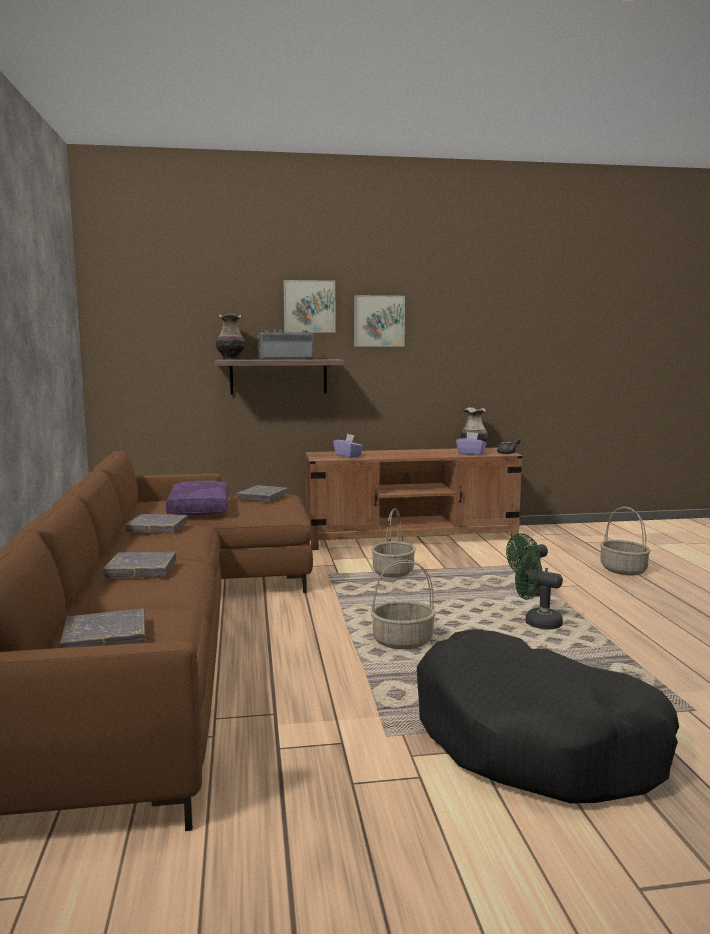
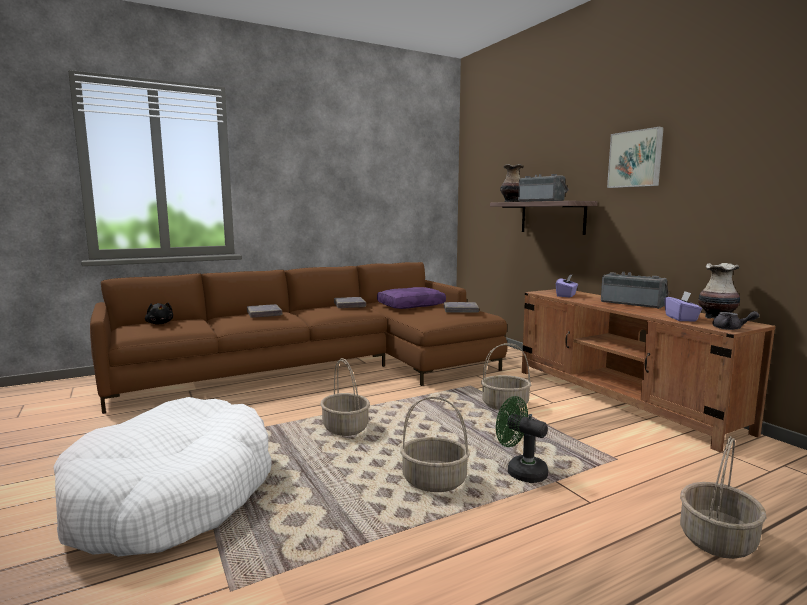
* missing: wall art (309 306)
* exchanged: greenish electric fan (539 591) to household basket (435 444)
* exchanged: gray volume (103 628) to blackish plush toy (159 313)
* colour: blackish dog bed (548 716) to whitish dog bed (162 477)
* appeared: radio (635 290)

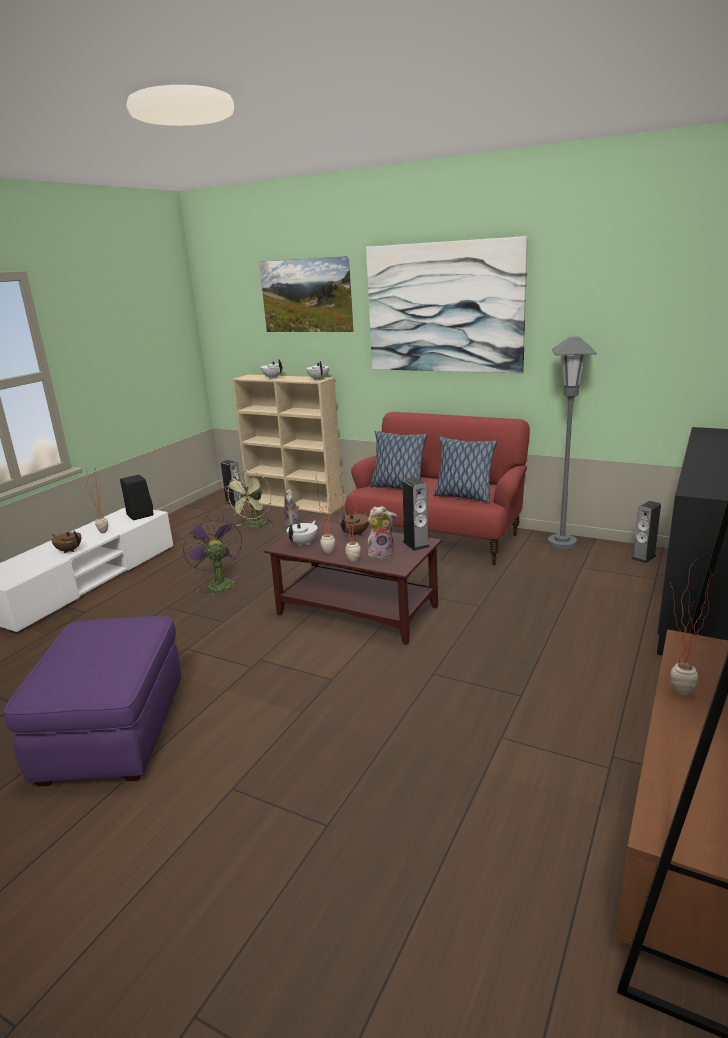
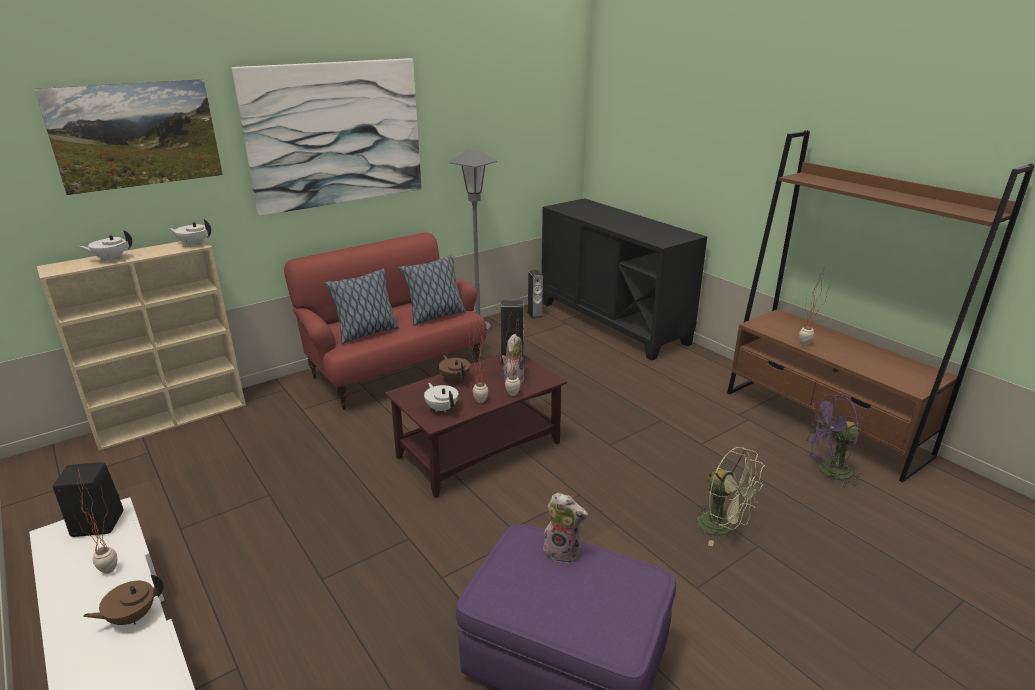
* missing: audio speaker (231 483)
* relocated: greenish electric fan (249 499) to (730 496)
* relocated: plush toy (291 507) to (565 528)
* relocated: purple electric fan (211 556) to (834 441)

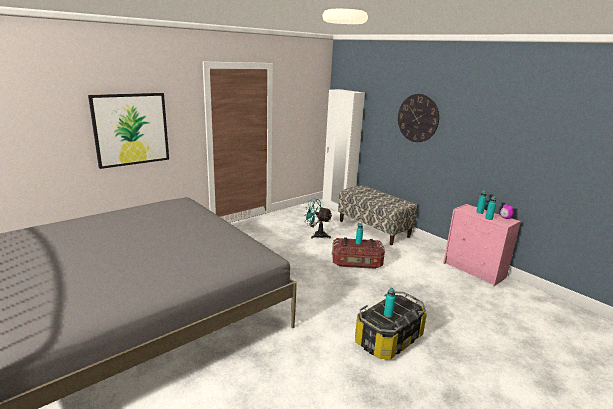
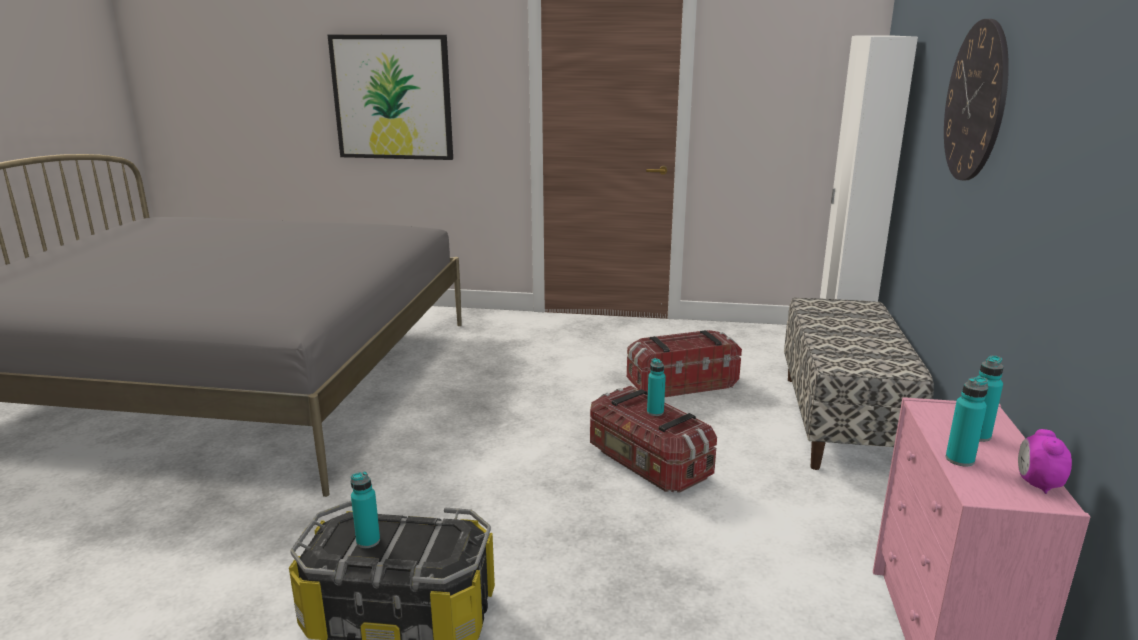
* exchanged: turquoise electric fan (318 218) to storage bin (684 363)

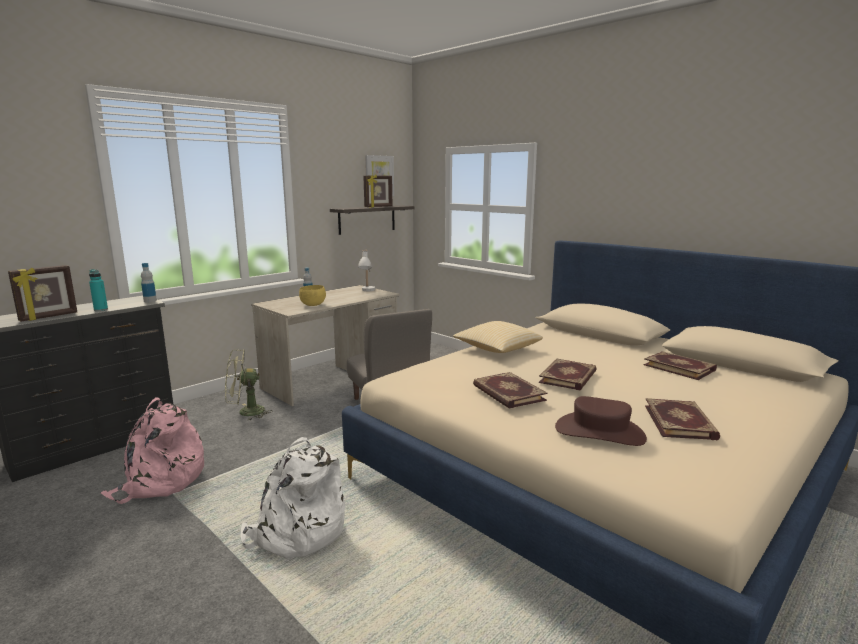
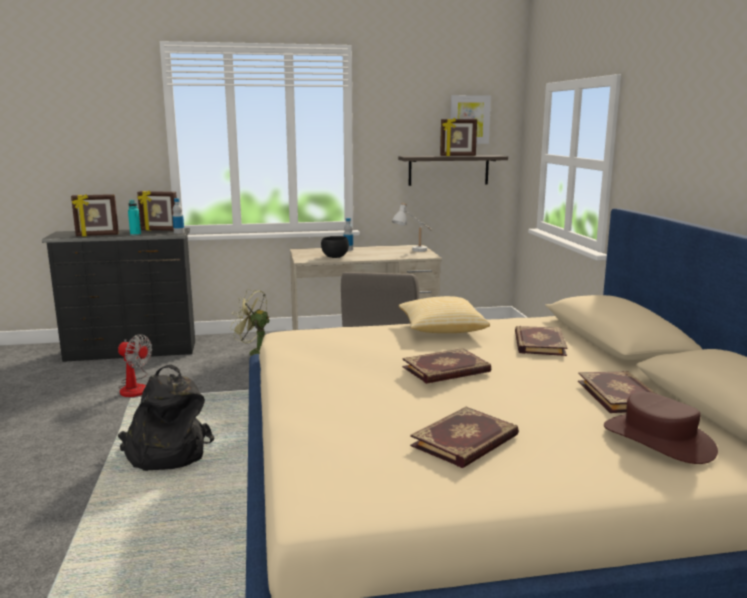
* colour: yellow deep dish (312 295) to blackish deep dish (335 247)
* relocated: volume (510 390) to (541 341)
* relocated: brownish wearable hat (601 421) to (661 428)
* exchanged: pinkish backpack (152 450) to electric fan (135 365)
* colour: whitish backpack (293 498) to blackish backpack (166 418)
* appeared: picture frame (157 211)

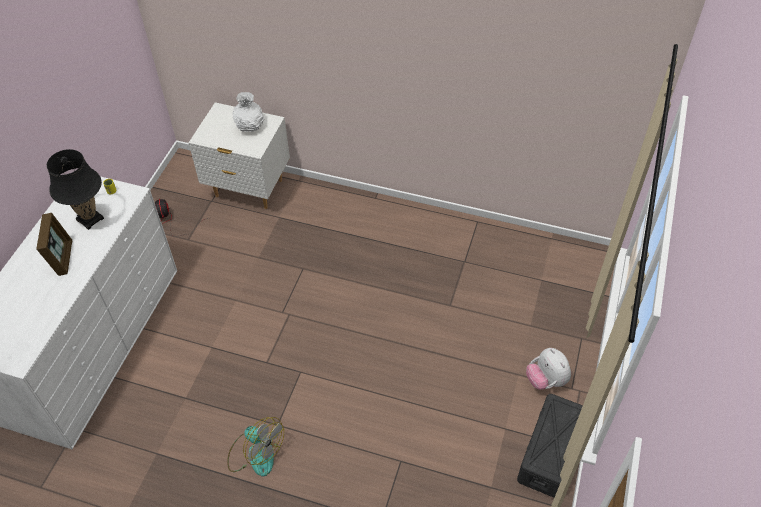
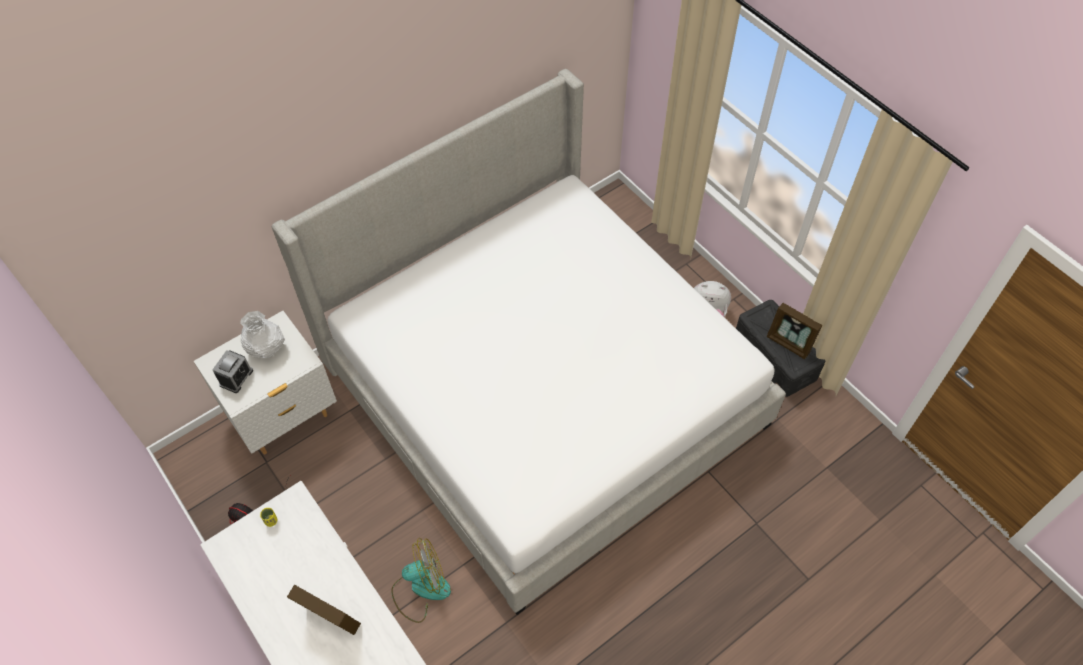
* missing: blackish tabletop lamp (75 189)
* relocated: electric fan (255 446) to (421 580)
* appeared: sleeping bed (529 342)
* appeared: picture frame (794 331)
* appeared: bedside clock (232 371)

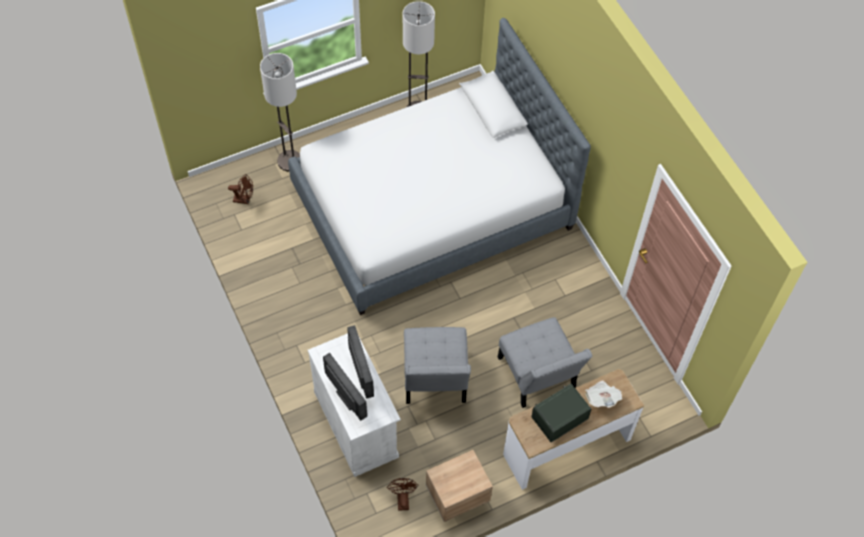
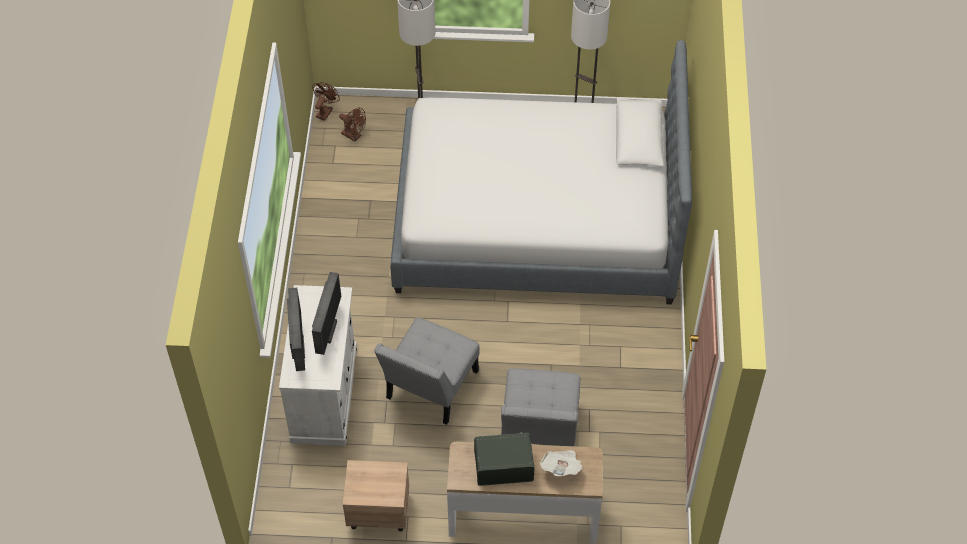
* relocated: brownish electric fan (403 494) to (326 101)

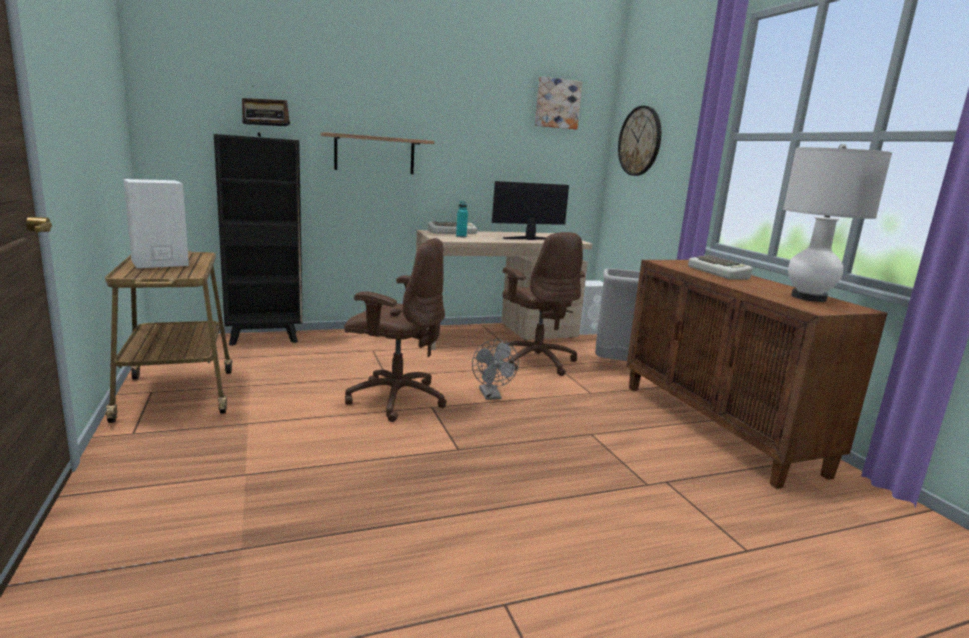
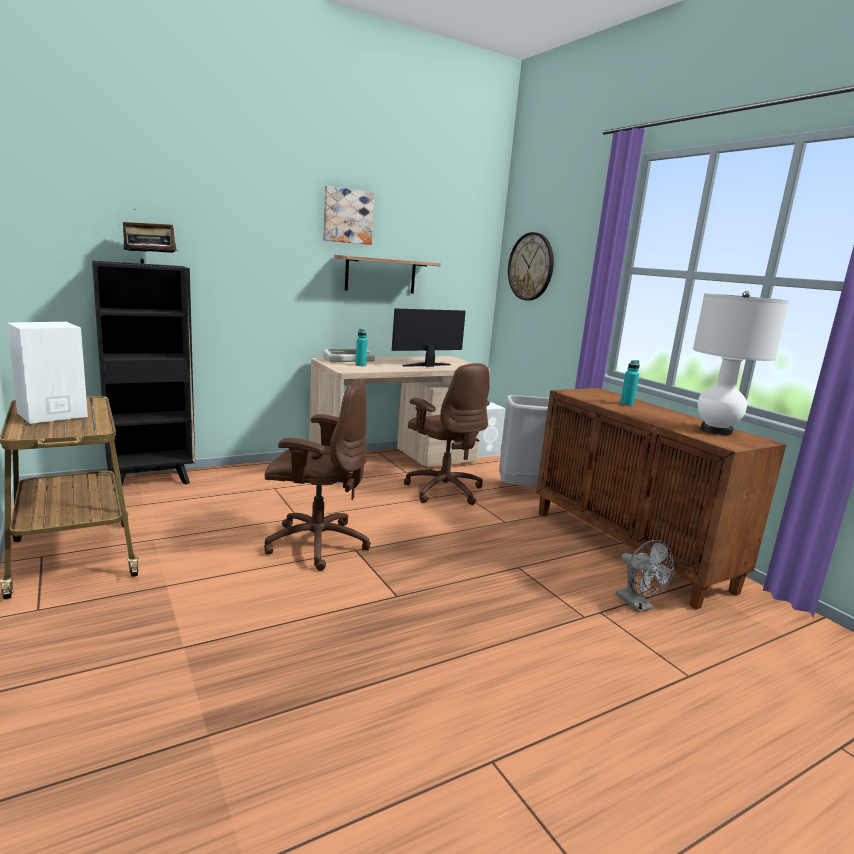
* relocated: wall art (558 103) to (349 215)
* relocated: wall shelf (378 153) to (387 274)
* exchanged: computer keyboard (720 267) to turquoise bottle (630 383)
* relocated: gray electric fan (495 369) to (645 576)

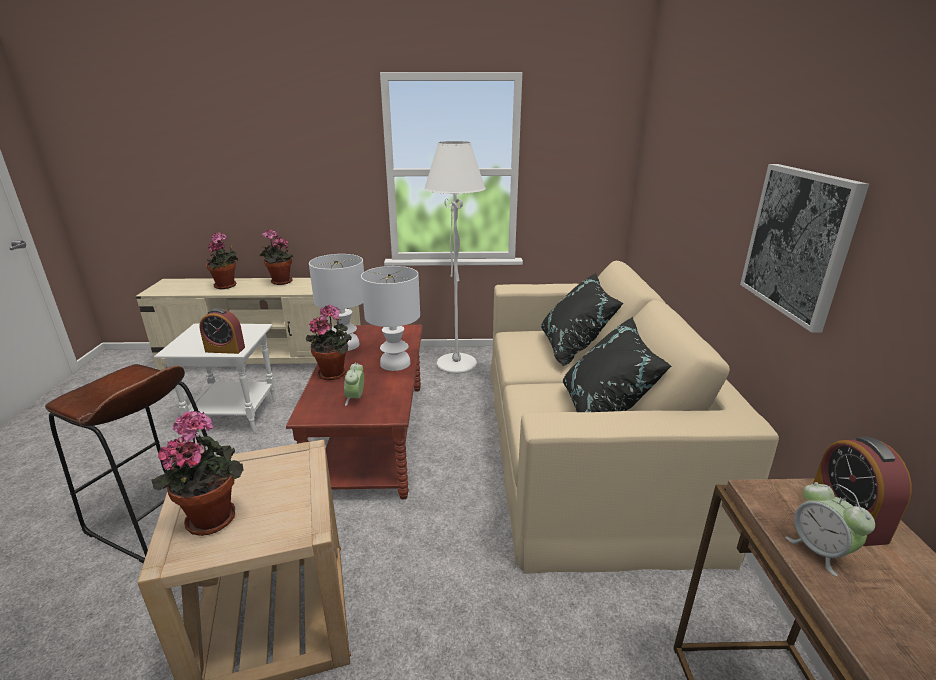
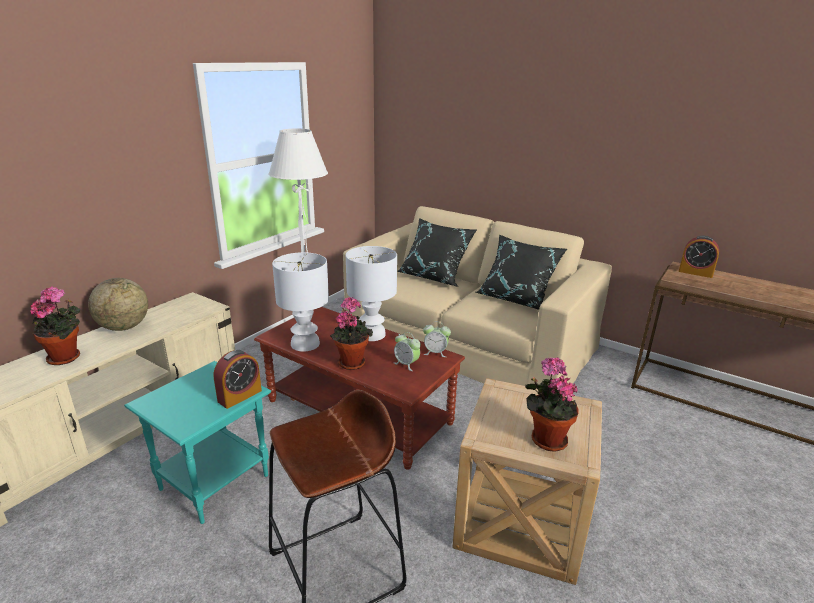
* missing: wall art (804 248)
* exchanged: houseplant (276 257) to desk globe (118 304)
* colour: whitish accent table (215 378) to turquoise accent table (197 442)
* relocated: bedside clock (830 529) to (437 339)

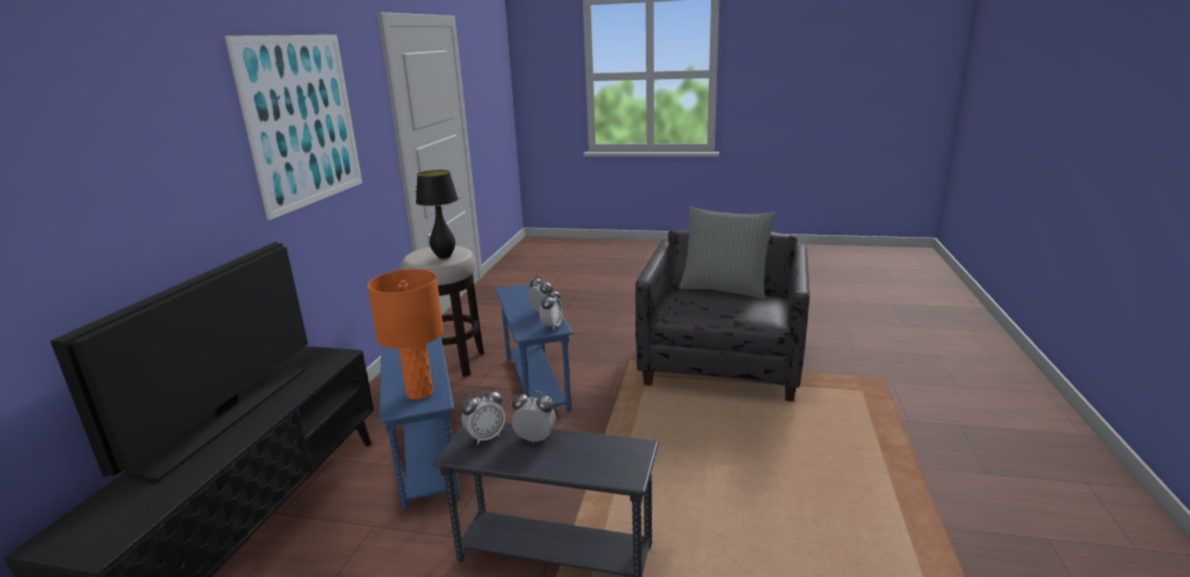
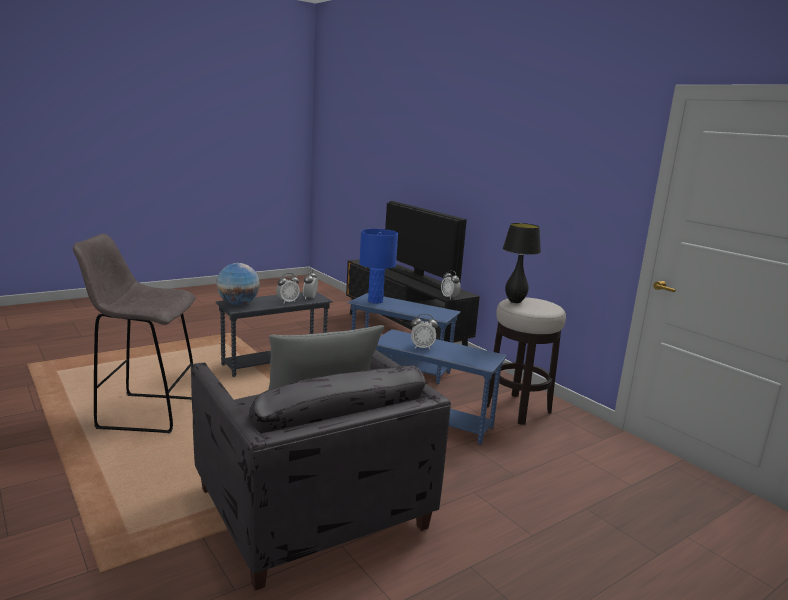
* missing: wall art (293 127)
* colour: orangey tabletop lamp (405 334) to blue tabletop lamp (378 266)
* relocated: bedside clock (550 309) to (451 285)
* appeared: gray stool (134 333)
* appeared: desk globe (238 284)

